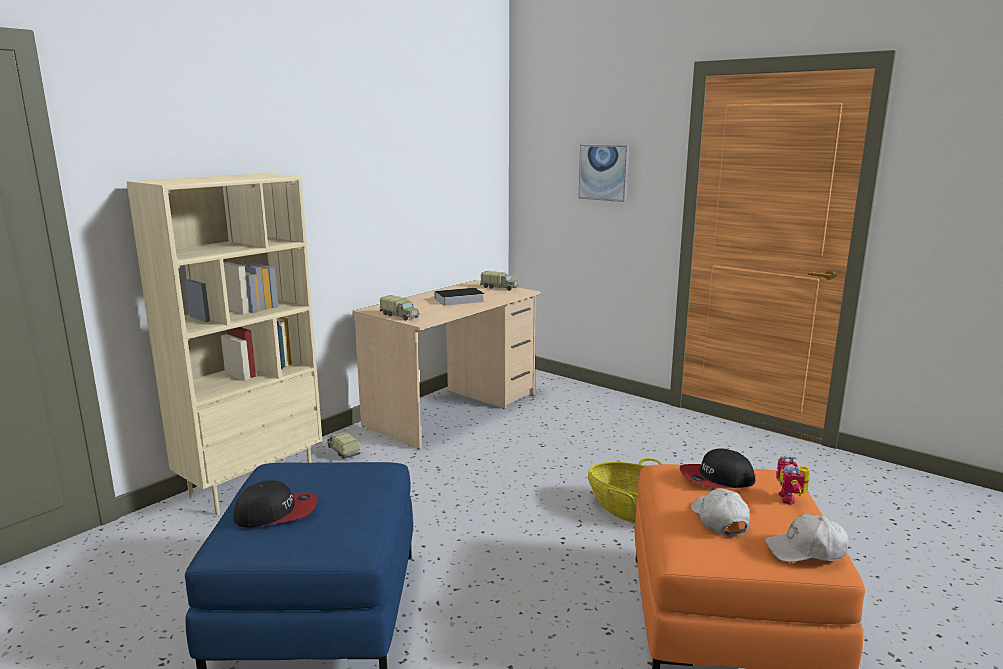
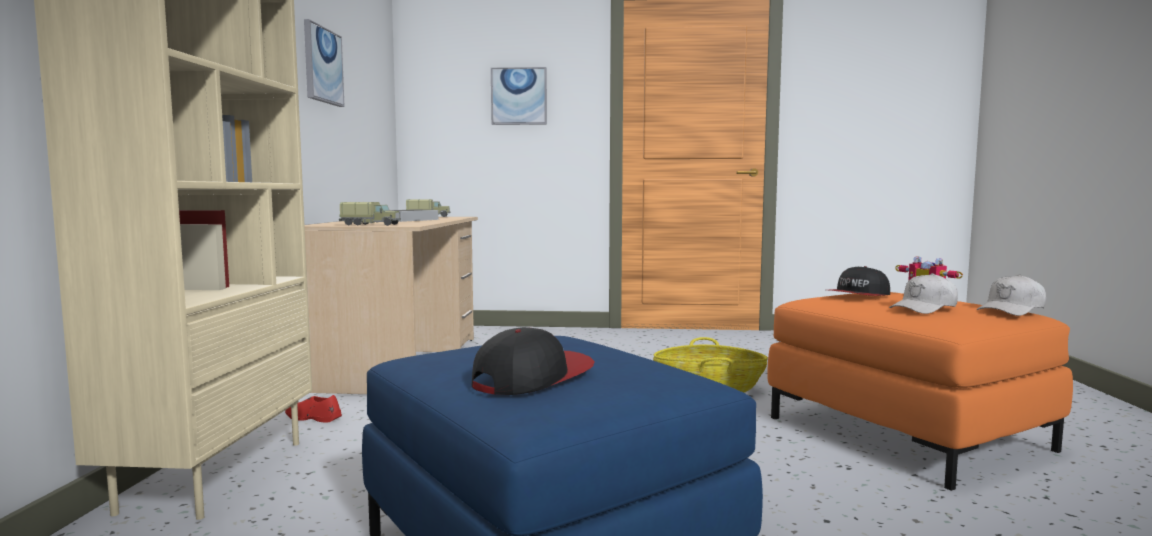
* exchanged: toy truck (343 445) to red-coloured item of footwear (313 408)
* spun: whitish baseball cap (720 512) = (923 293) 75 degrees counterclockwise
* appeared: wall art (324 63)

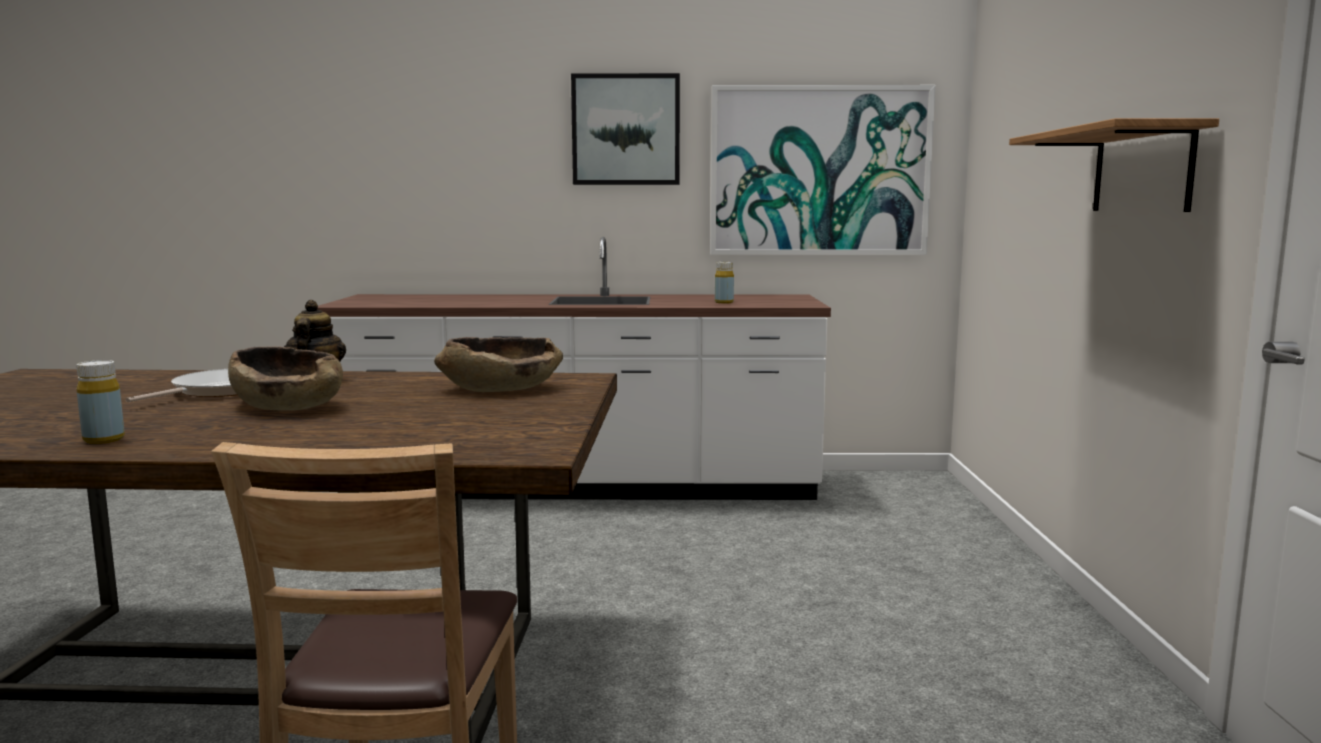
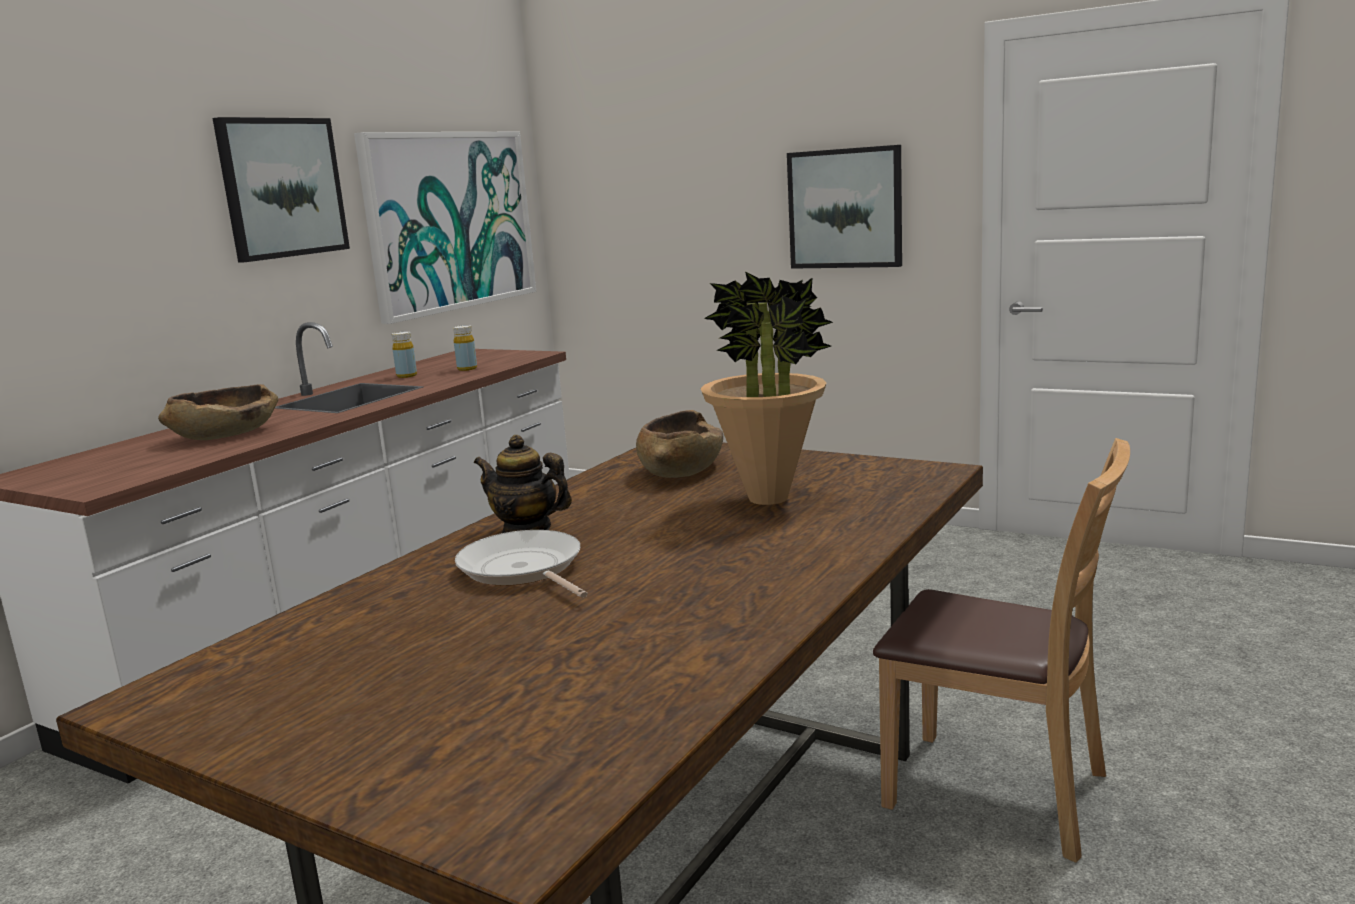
* exchanged: wall shelf (1114 165) to wall art (844 207)
* relocated: brownish deep dish (285 379) to (218 412)
* relocated: yellow bottle (100 402) to (404 355)
* appeared: houseplant (766 388)

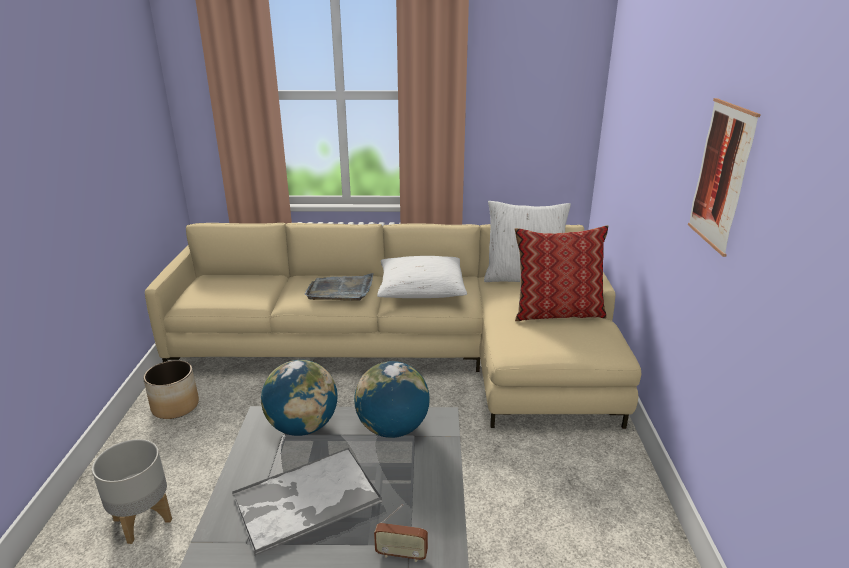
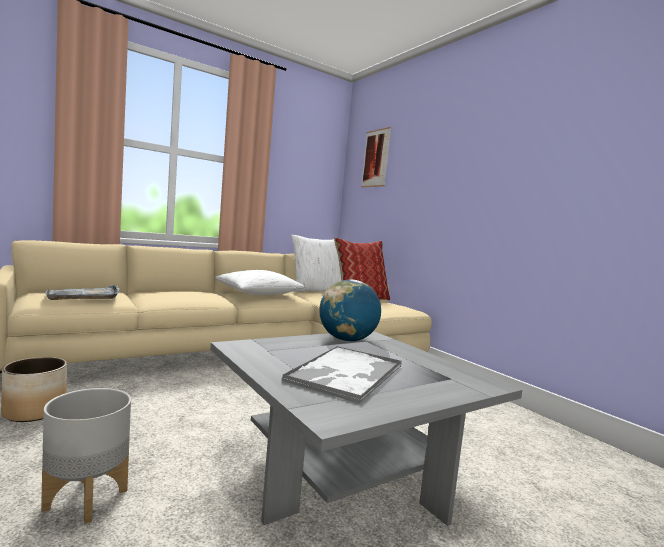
* relocated: wall art (724 177) to (376 157)
* relocated: gray carrying tray (339 287) to (82 292)
* missing: desk globe (299 398)
* missing: radio (401 533)

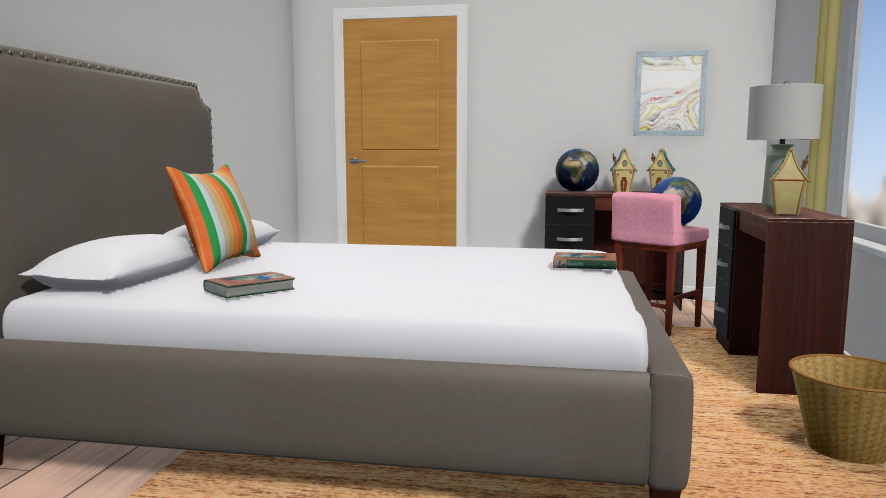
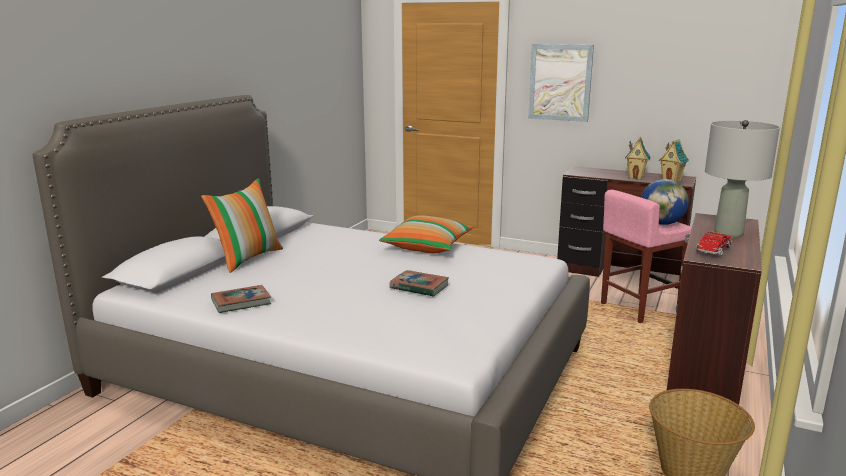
* relocated: wall art (671 93) to (561 83)
* exchanged: toy house (789 181) to toy truck (714 243)
* missing: desk globe (577 170)
* relocated: volume (585 261) to (419 283)
* appeared: cushion (426 234)

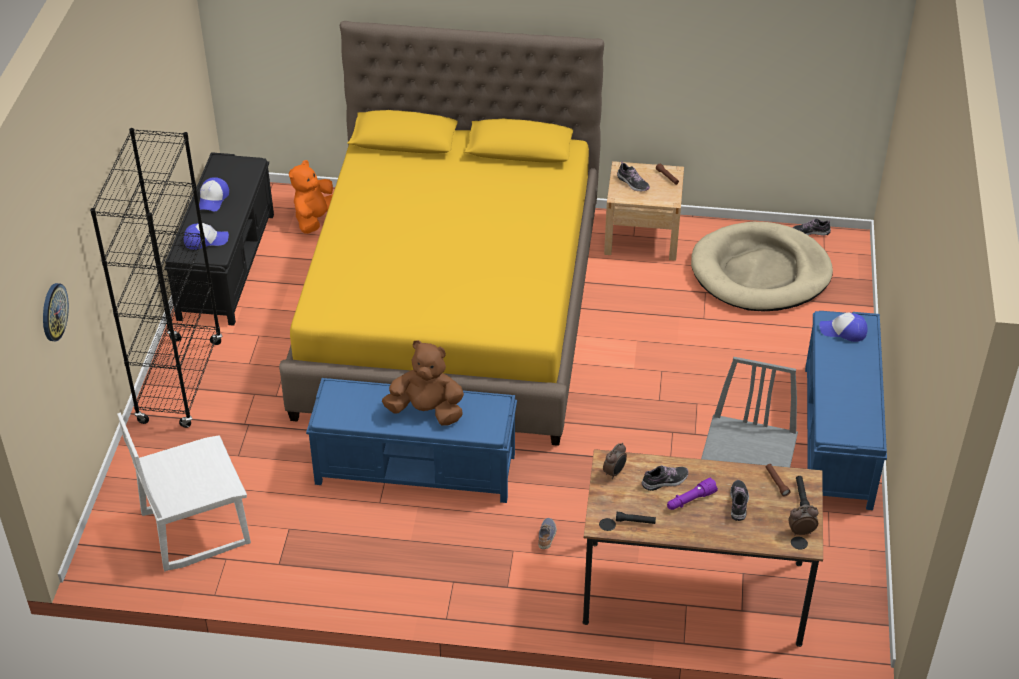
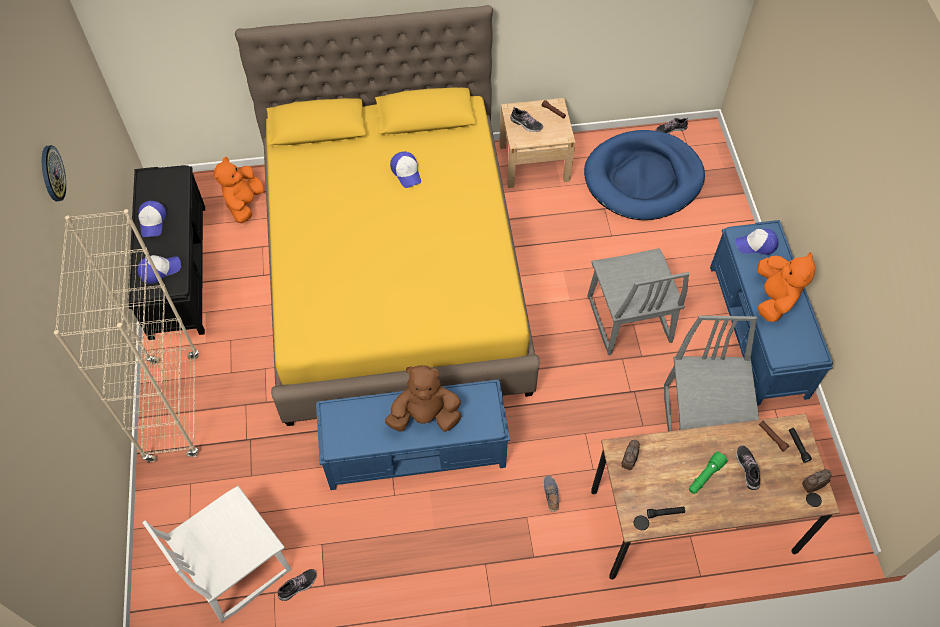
* colour: blackish bookcase (156 278) to beige-coloured bookcase (126 336)
* colour: beige-coloured dog bed (762 266) to blue dog bed (644 175)
* relocated: hanging clock (56 312) to (54 173)
* relocated: item of footwear (665 478) to (297 585)
* colour: purple torch (692 494) to greenish torch (708 473)
* appeared: baseball cap (405 169)
* appeared: gray upright chair (638 301)
* appeared: orangey plush toy (786 287)

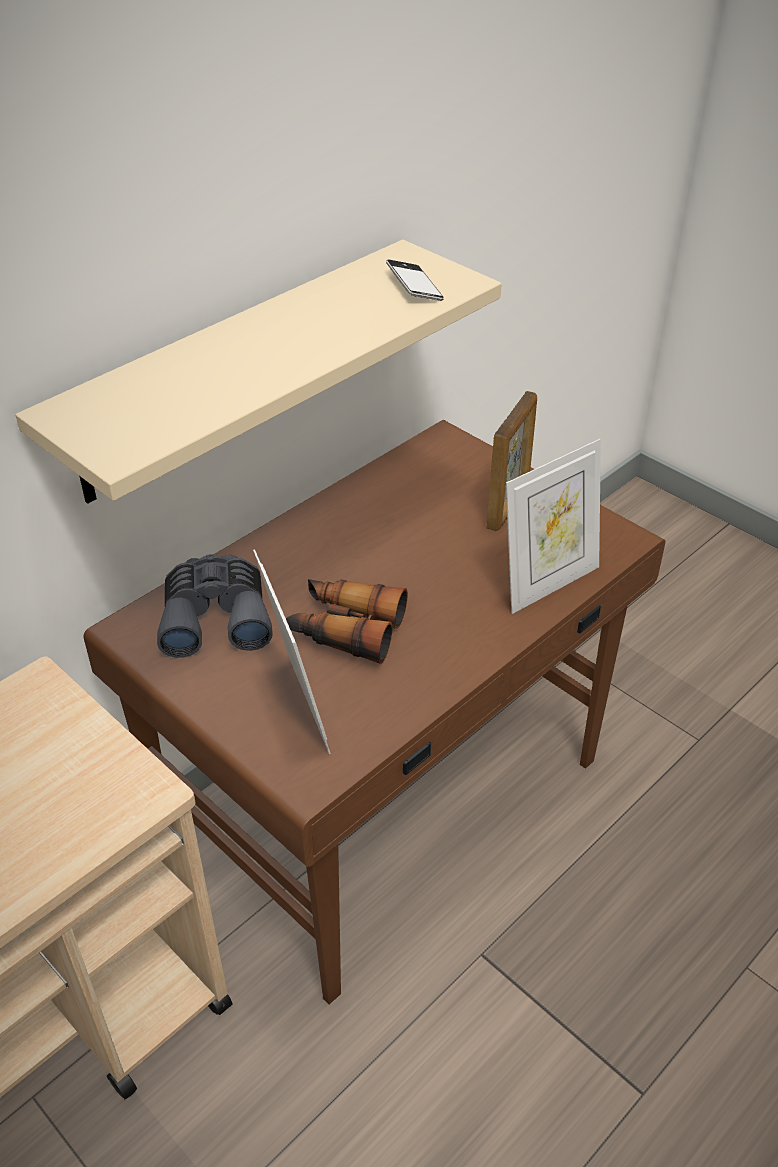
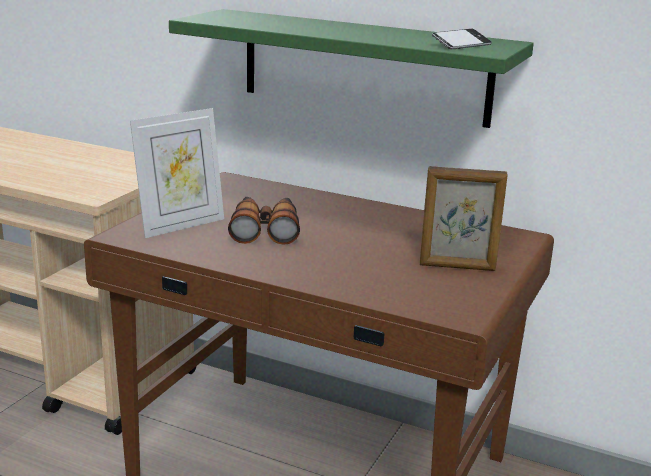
* colour: beige-coloured wall shelf (258 372) to greenish wall shelf (351 68)
* missing: picture frame (553 526)
* missing: gray binoculars (215 606)

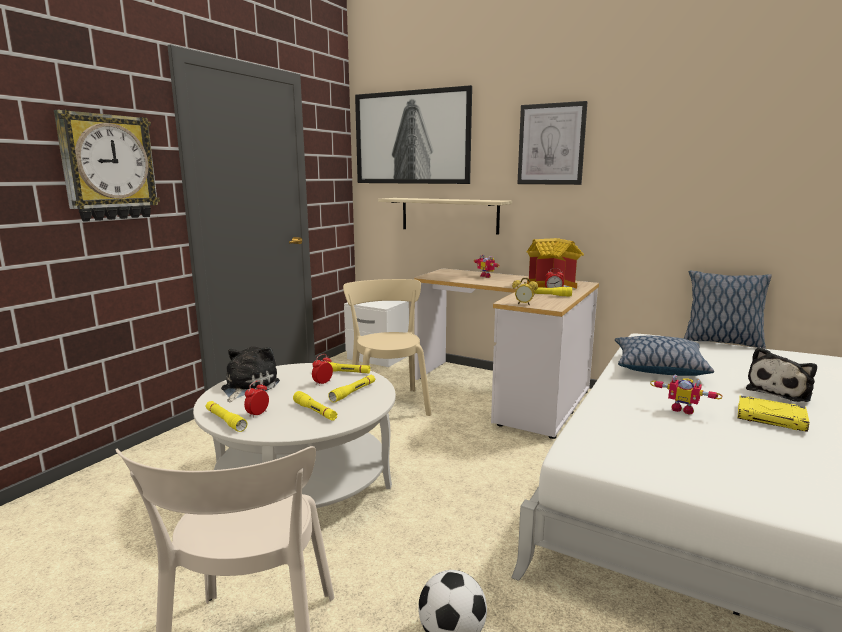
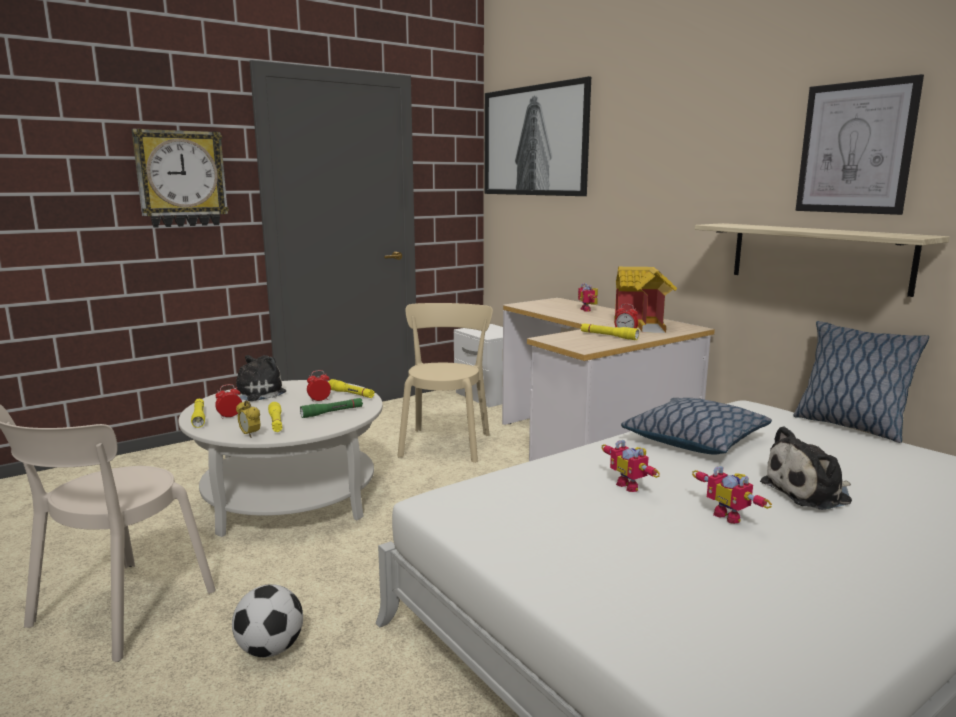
* relocated: wall art (552 143) to (860 144)
* relocated: wall shelf (445 216) to (822 260)
* relocated: bedside clock (525 291) to (248 419)
* colour: yellow torch (351 388) to greenish torch (331 408)
* exchanged: yellow volume (773 413) to robot figure (732 495)

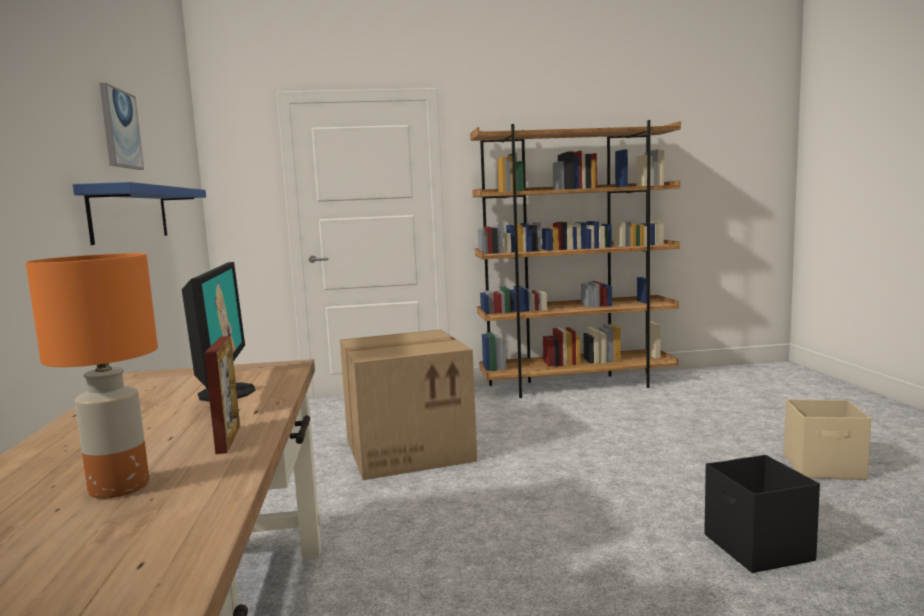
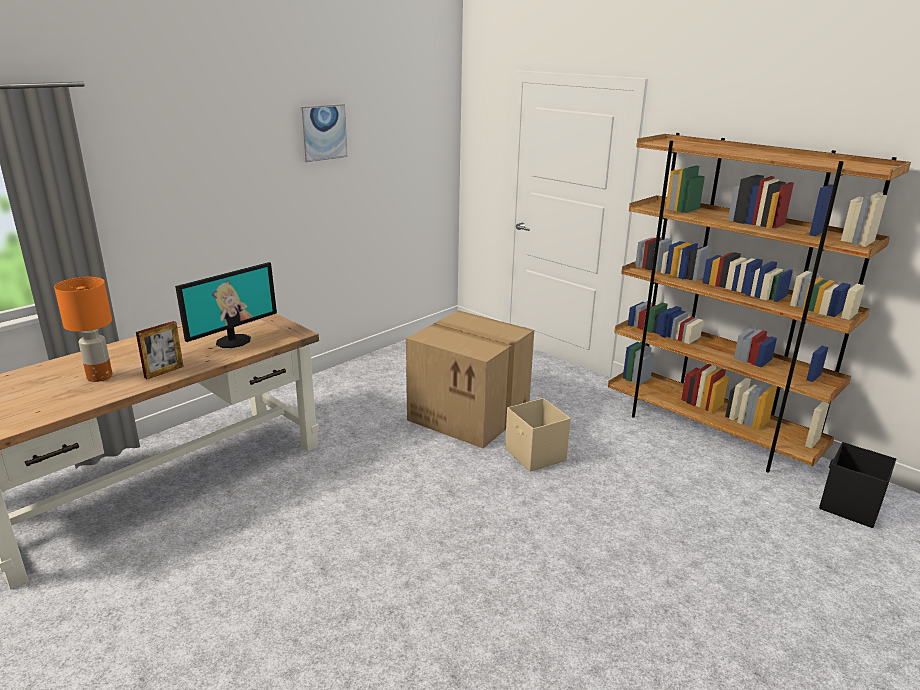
* missing: blue wall shelf (139 213)
* relocated: beige-coloured storage bin (827 439) to (538 435)
* relocated: blackish storage bin (762 514) to (857 485)

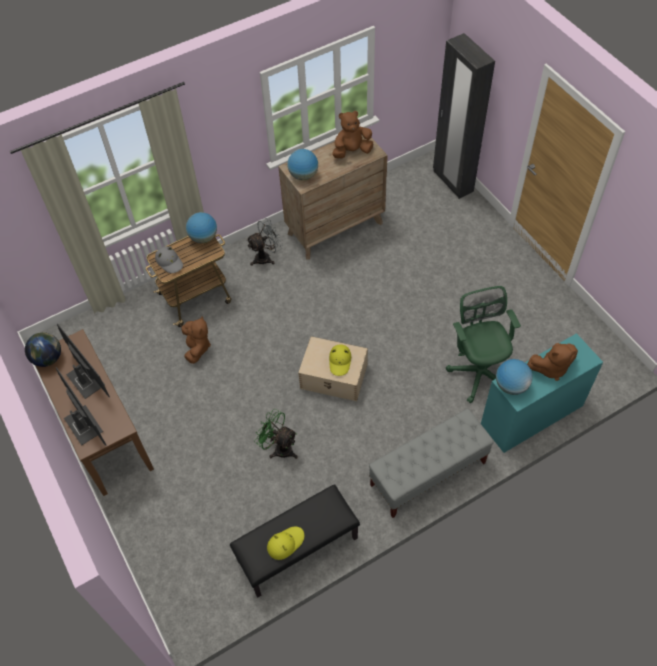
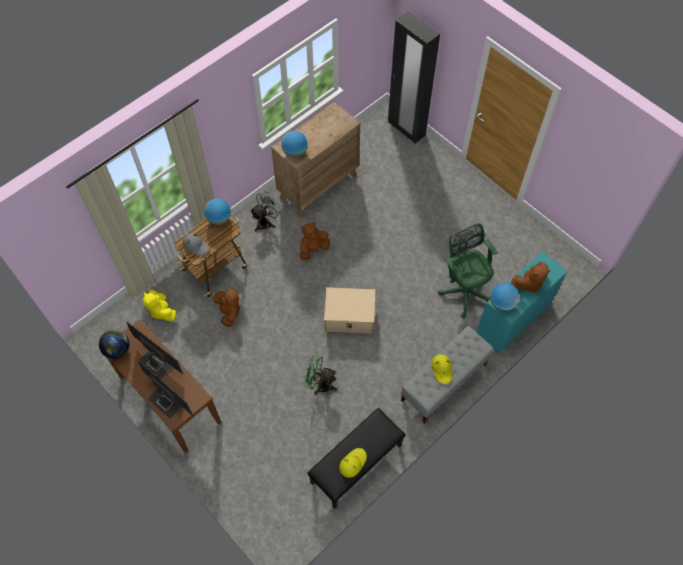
* relocated: brownish plush toy (353 135) to (315 241)
* relocated: yellow wearable hat (340 360) to (442 369)
* appeared: yellow plush toy (159 305)

